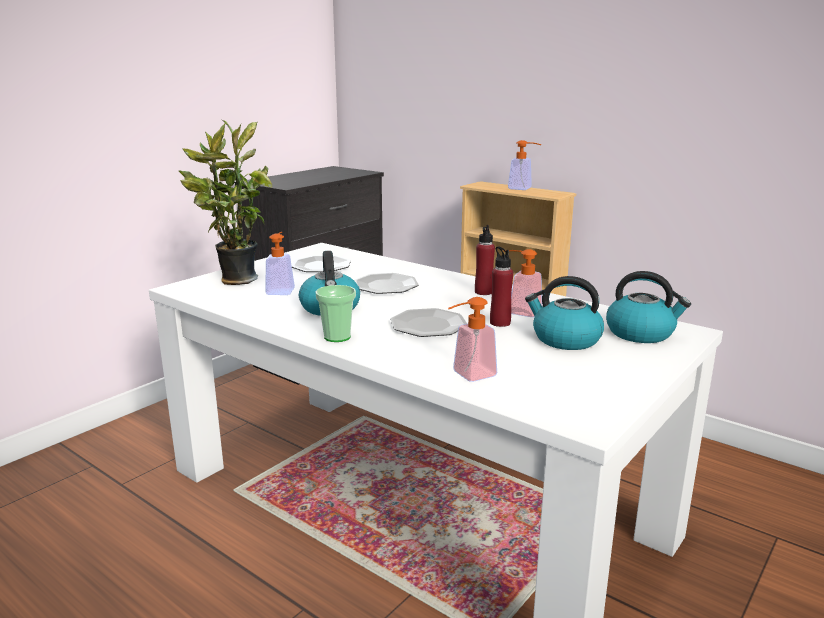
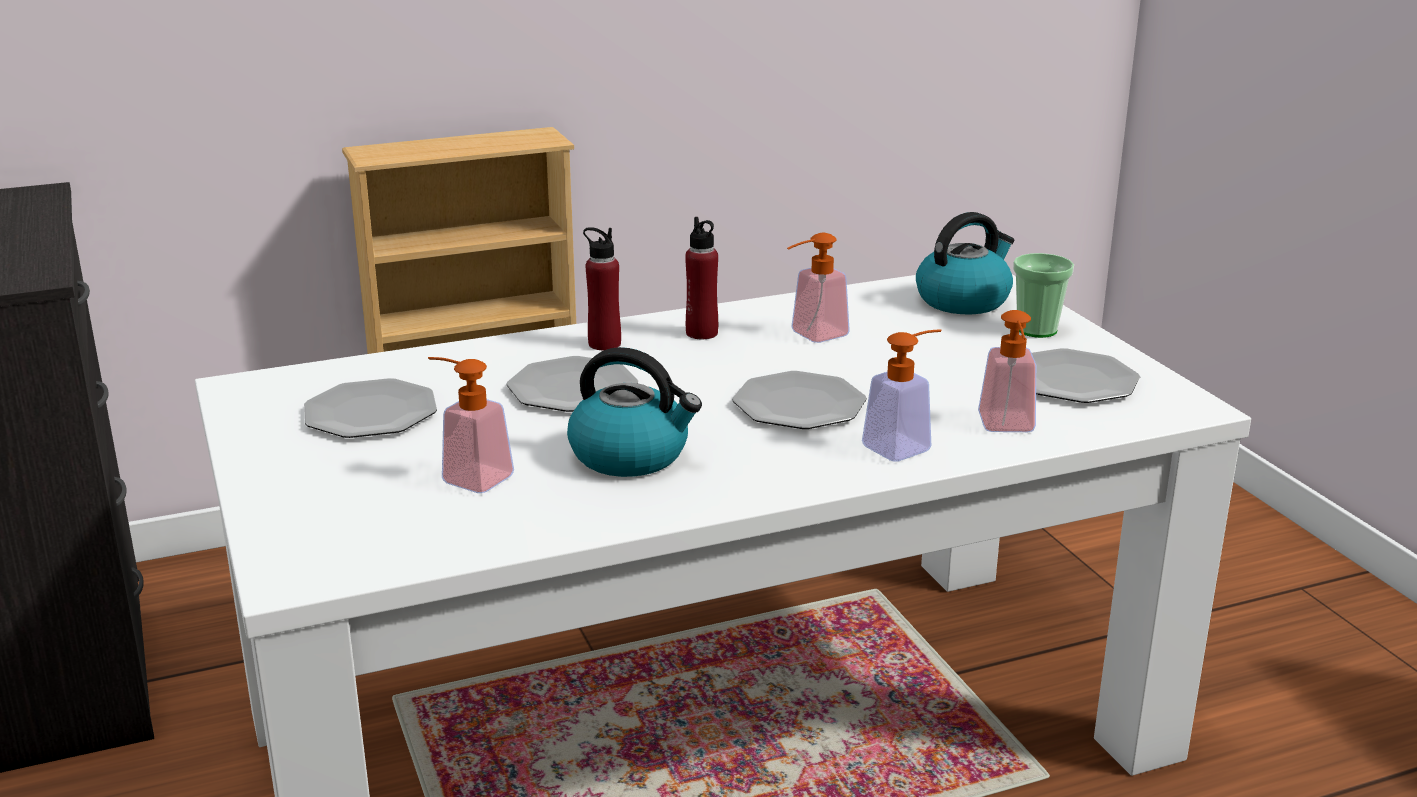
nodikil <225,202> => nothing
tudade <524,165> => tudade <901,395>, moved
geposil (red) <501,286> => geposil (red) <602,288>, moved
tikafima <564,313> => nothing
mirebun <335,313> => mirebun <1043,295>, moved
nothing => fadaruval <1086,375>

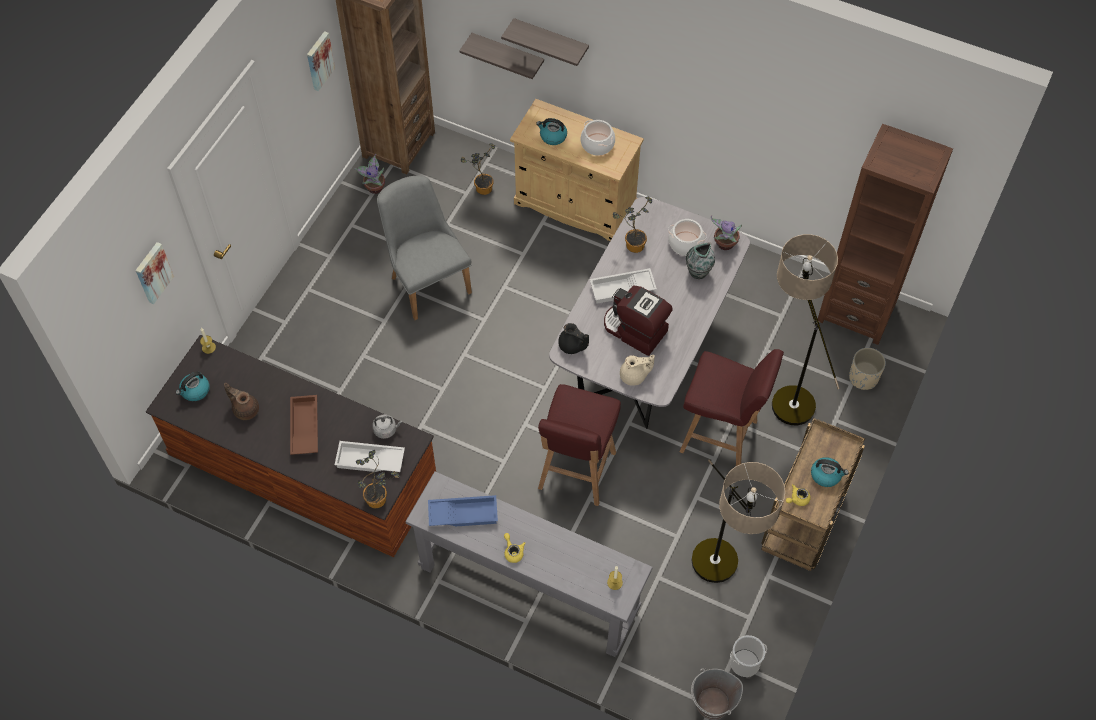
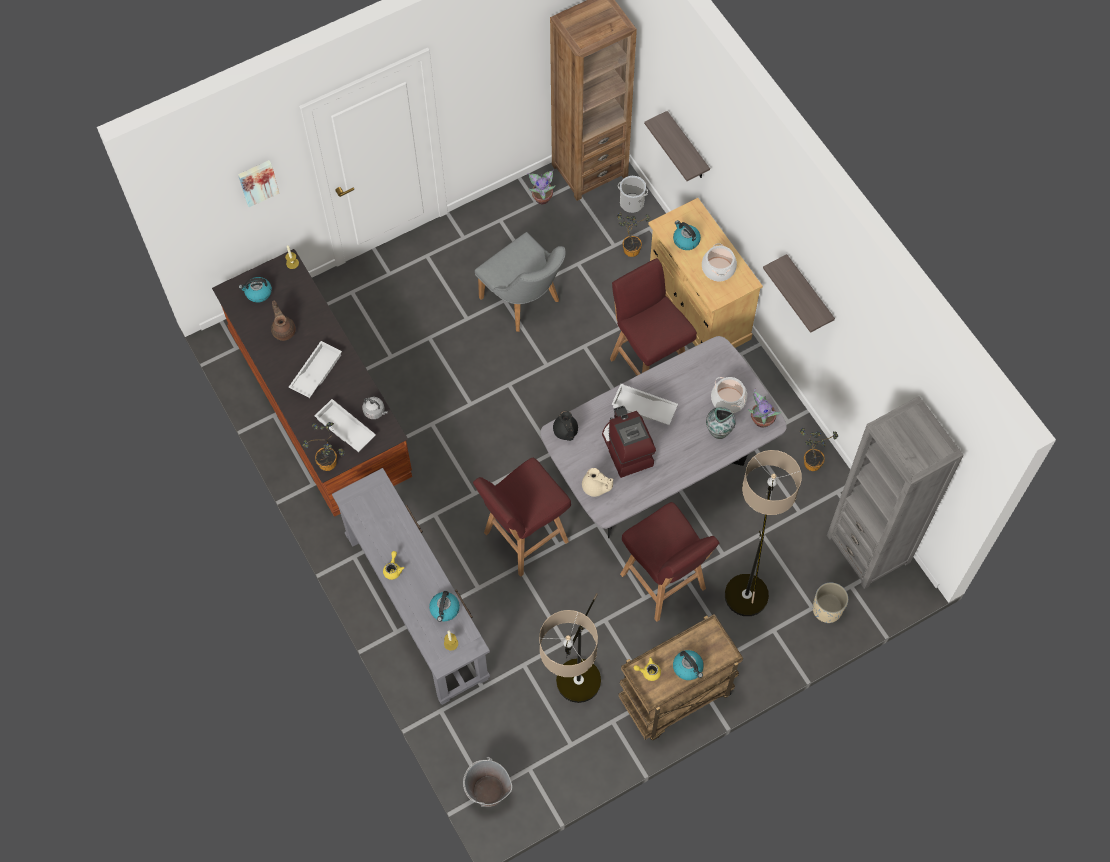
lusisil <545,42> => lusisil <799,293>, moved
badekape <321,61> => nothing
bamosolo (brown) <885,234> => bamosolo (grey) <895,492>
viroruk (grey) <424,247> => viroruk (grey) <520,282>, 135 degrees clockwise
nodikil <633,224> => nodikil <819,449>, moved
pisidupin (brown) <304,425> => pisidupin (white) <315,369>
pisidupin (blue) <463,511> => nothing
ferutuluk <748,656> => ferutuluk <633,194>, moved
nothing => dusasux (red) <653,317>
nothing => tikafima <444,606>

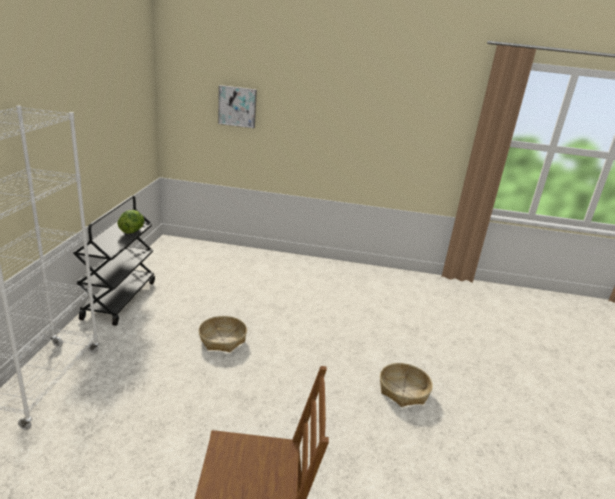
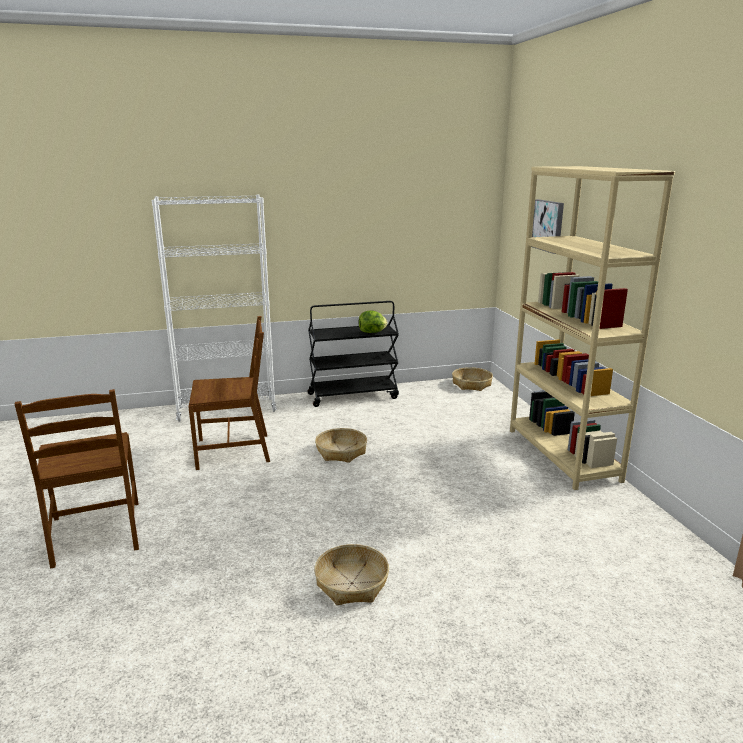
nothing => bamosolo (beige) <592,328>
nothing => viroruk (brown) <229,393>
nothing => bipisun <472,379>

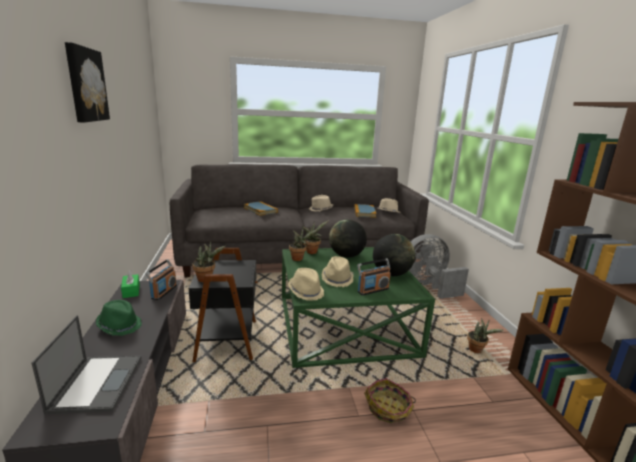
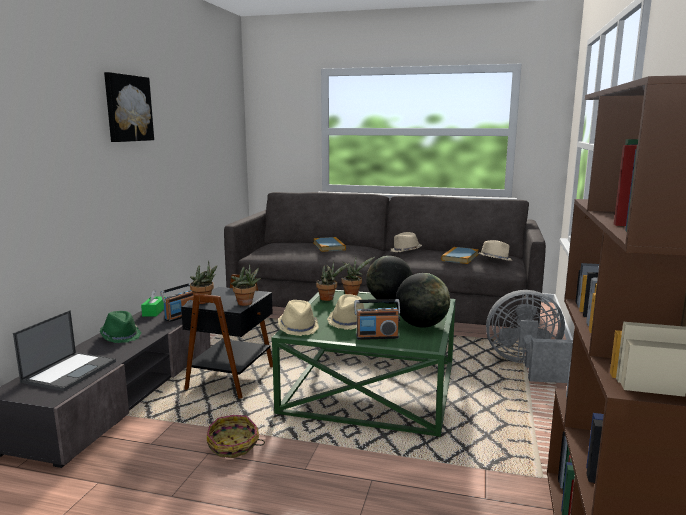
nodikil <485,335> => nodikil <246,284>, moved
bipisun <390,400> => bipisun <236,436>, moved

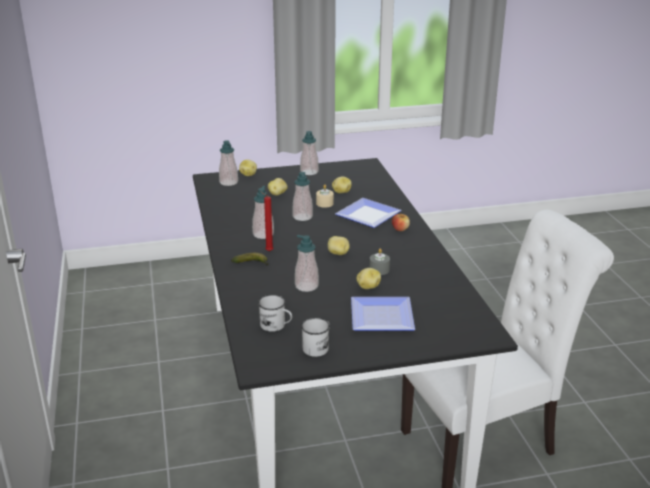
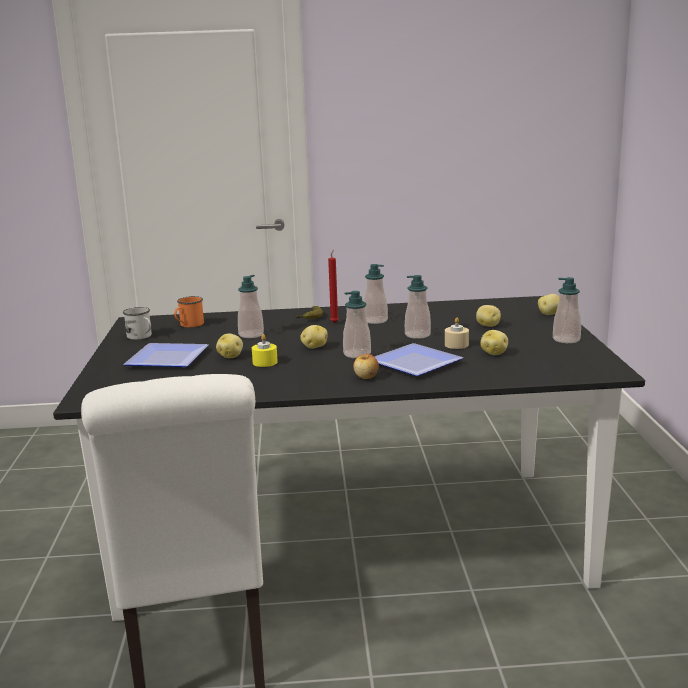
tudade <228,163> => tudade <357,324>, moved
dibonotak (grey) <379,261> => dibonotak (yellow) <265,350>
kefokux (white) <275,313> => kefokux (orange) <189,312>

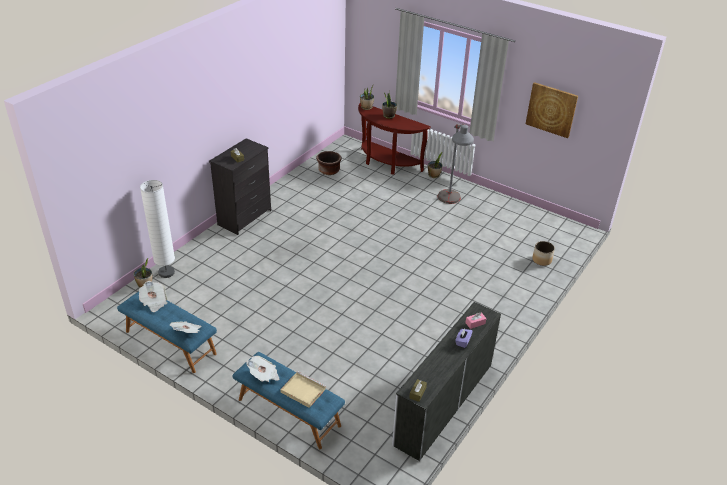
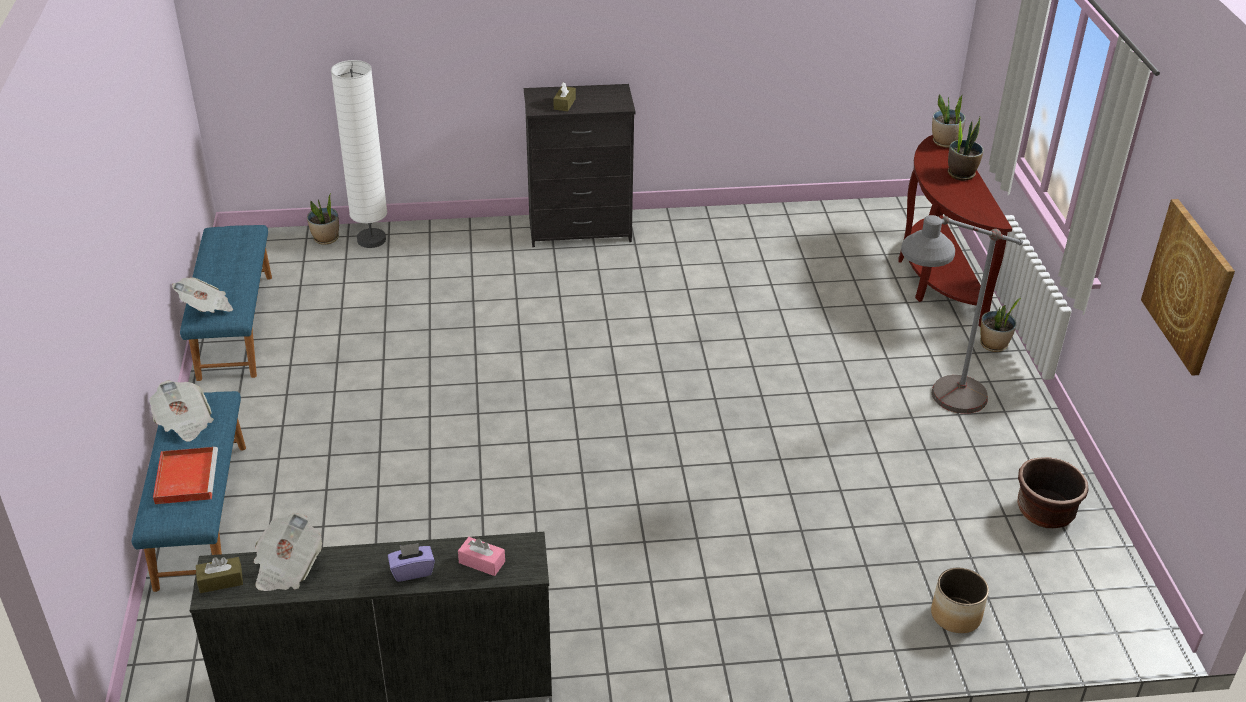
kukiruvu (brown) <328,163> => kukiruvu (brown) <1052,492>, moved
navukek <153,296> => navukek <288,552>, moved
pisidupin (beige) <303,390> => pisidupin (red) <185,475>

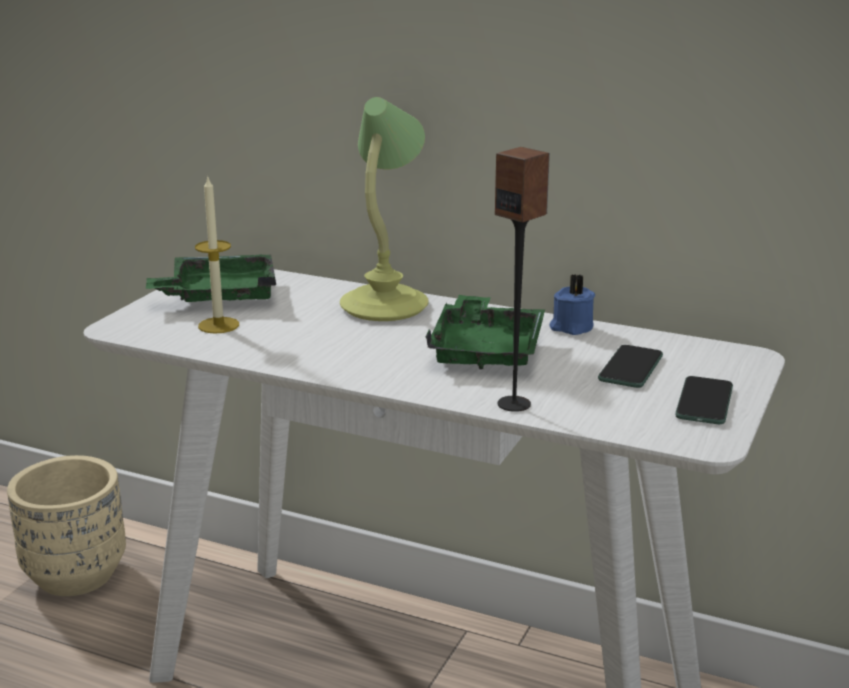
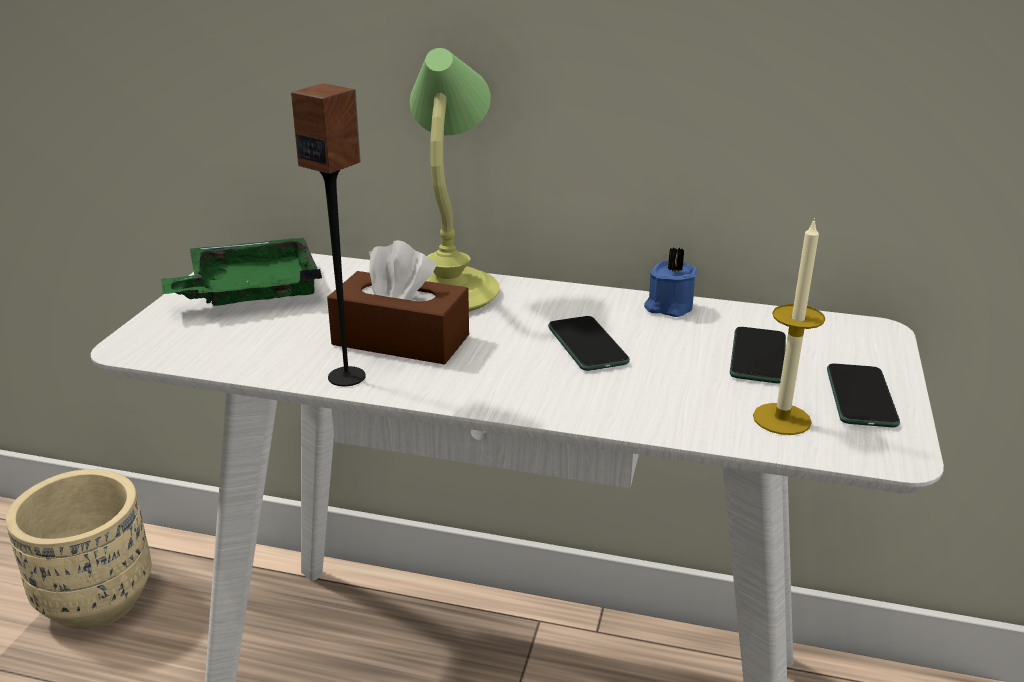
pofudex <522,279> => pofudex <328,234>, moved
dibonotak <217,254> => dibonotak <789,326>, moved
pisidupin (green) <485,332> => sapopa <589,343>
nothing => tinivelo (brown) <398,302>

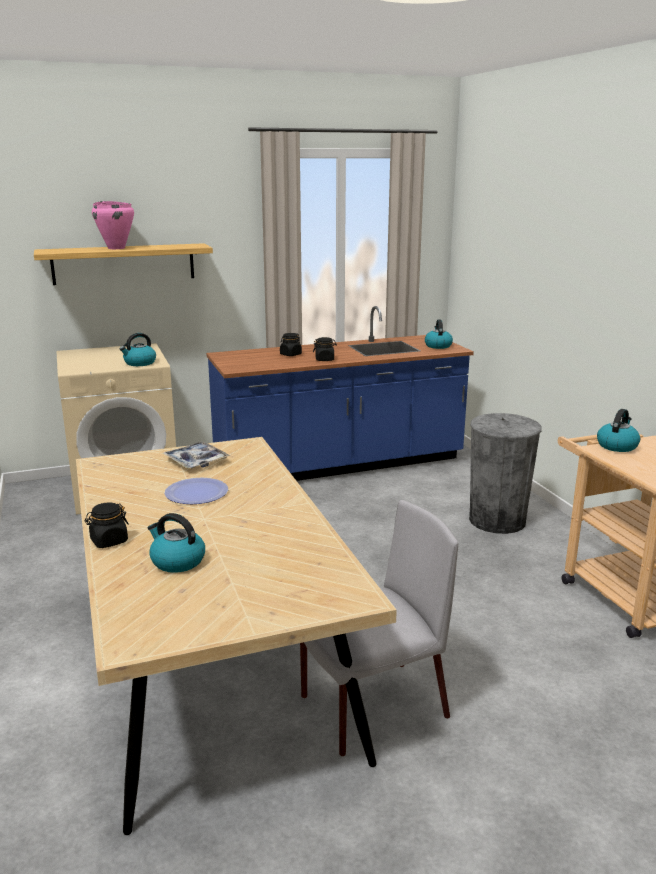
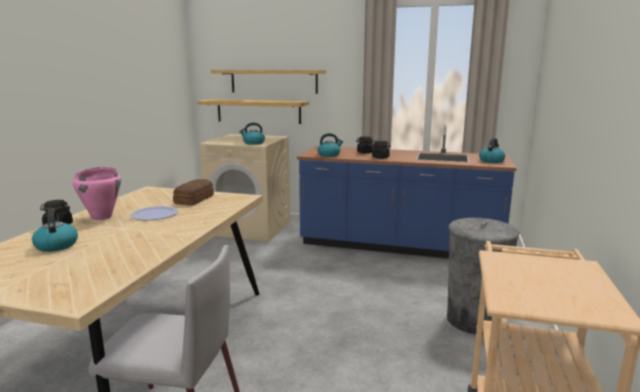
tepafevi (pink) <113,225> => tepafevi (pink) <97,193>, moved
tikafima <618,430> => tikafima <330,145>, moved
pisidupin <196,455> => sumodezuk <193,192>
nothing => lusisil <253,111>

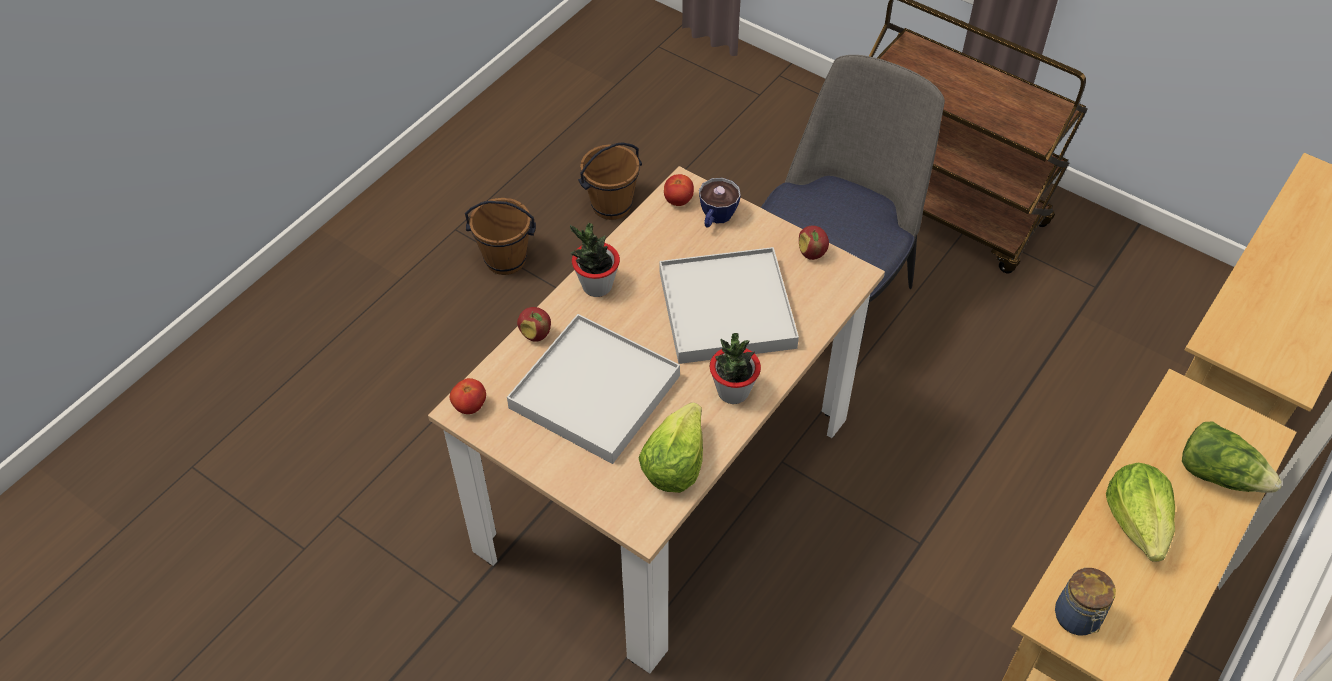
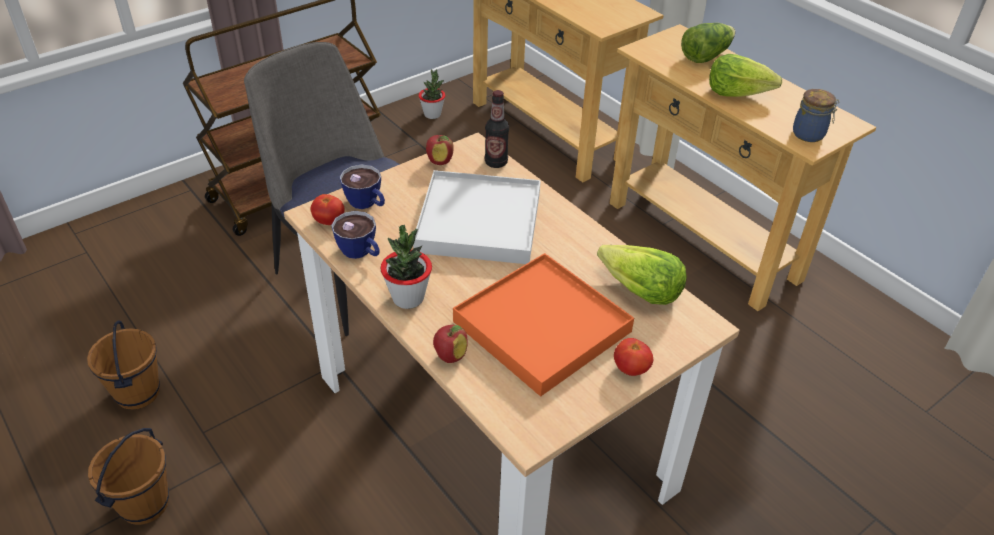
pisidupin (white) <593,389> => pisidupin (orange) <543,324>
nodikil <735,368> => nodikil <432,94>, moved
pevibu <468,396> => pevibu <633,357>, moved
nothing => geposil <497,129>
nothing => mirebun <355,235>

